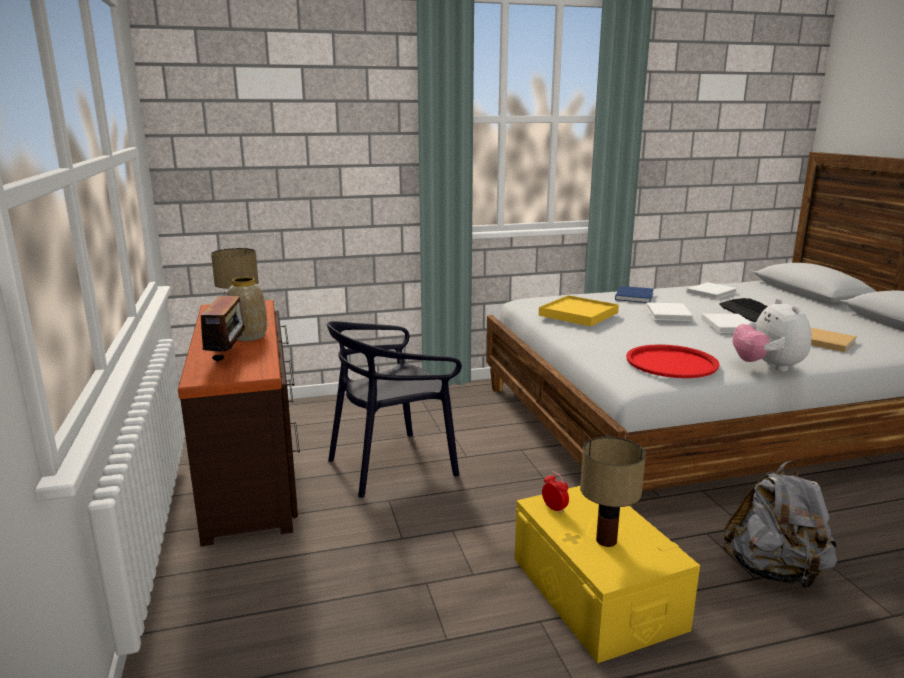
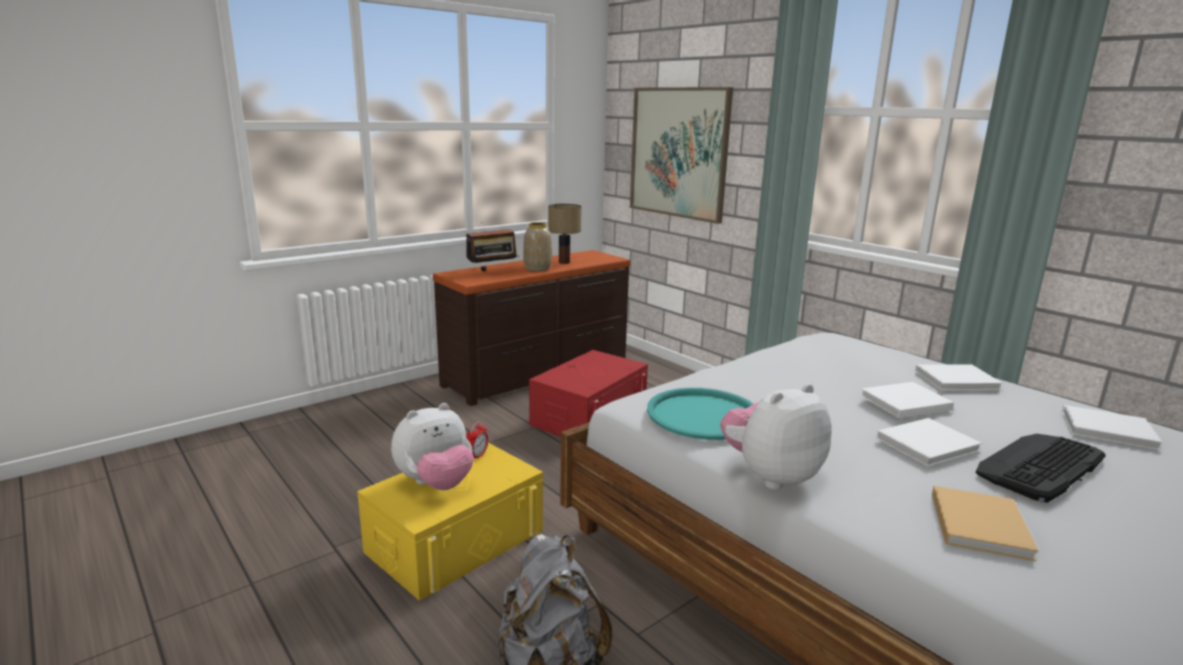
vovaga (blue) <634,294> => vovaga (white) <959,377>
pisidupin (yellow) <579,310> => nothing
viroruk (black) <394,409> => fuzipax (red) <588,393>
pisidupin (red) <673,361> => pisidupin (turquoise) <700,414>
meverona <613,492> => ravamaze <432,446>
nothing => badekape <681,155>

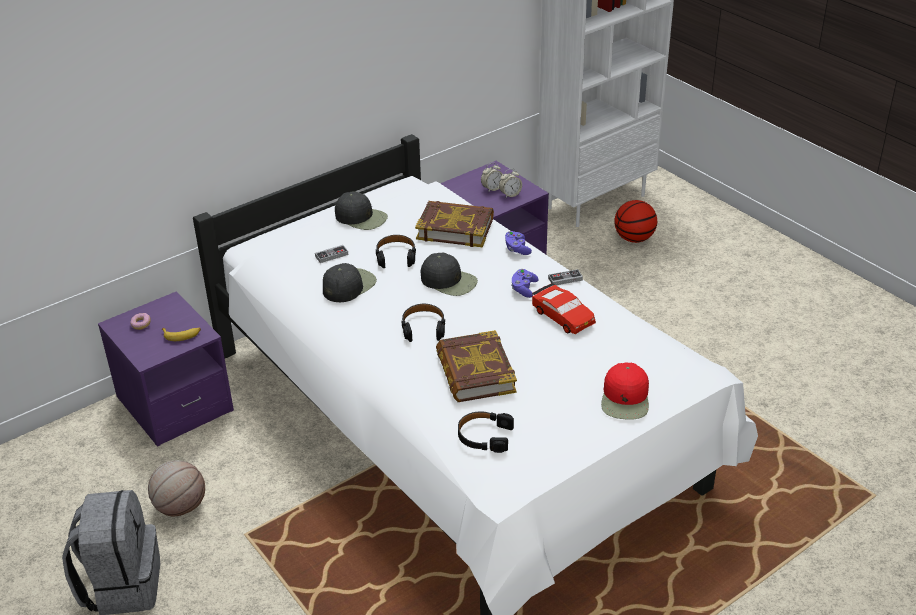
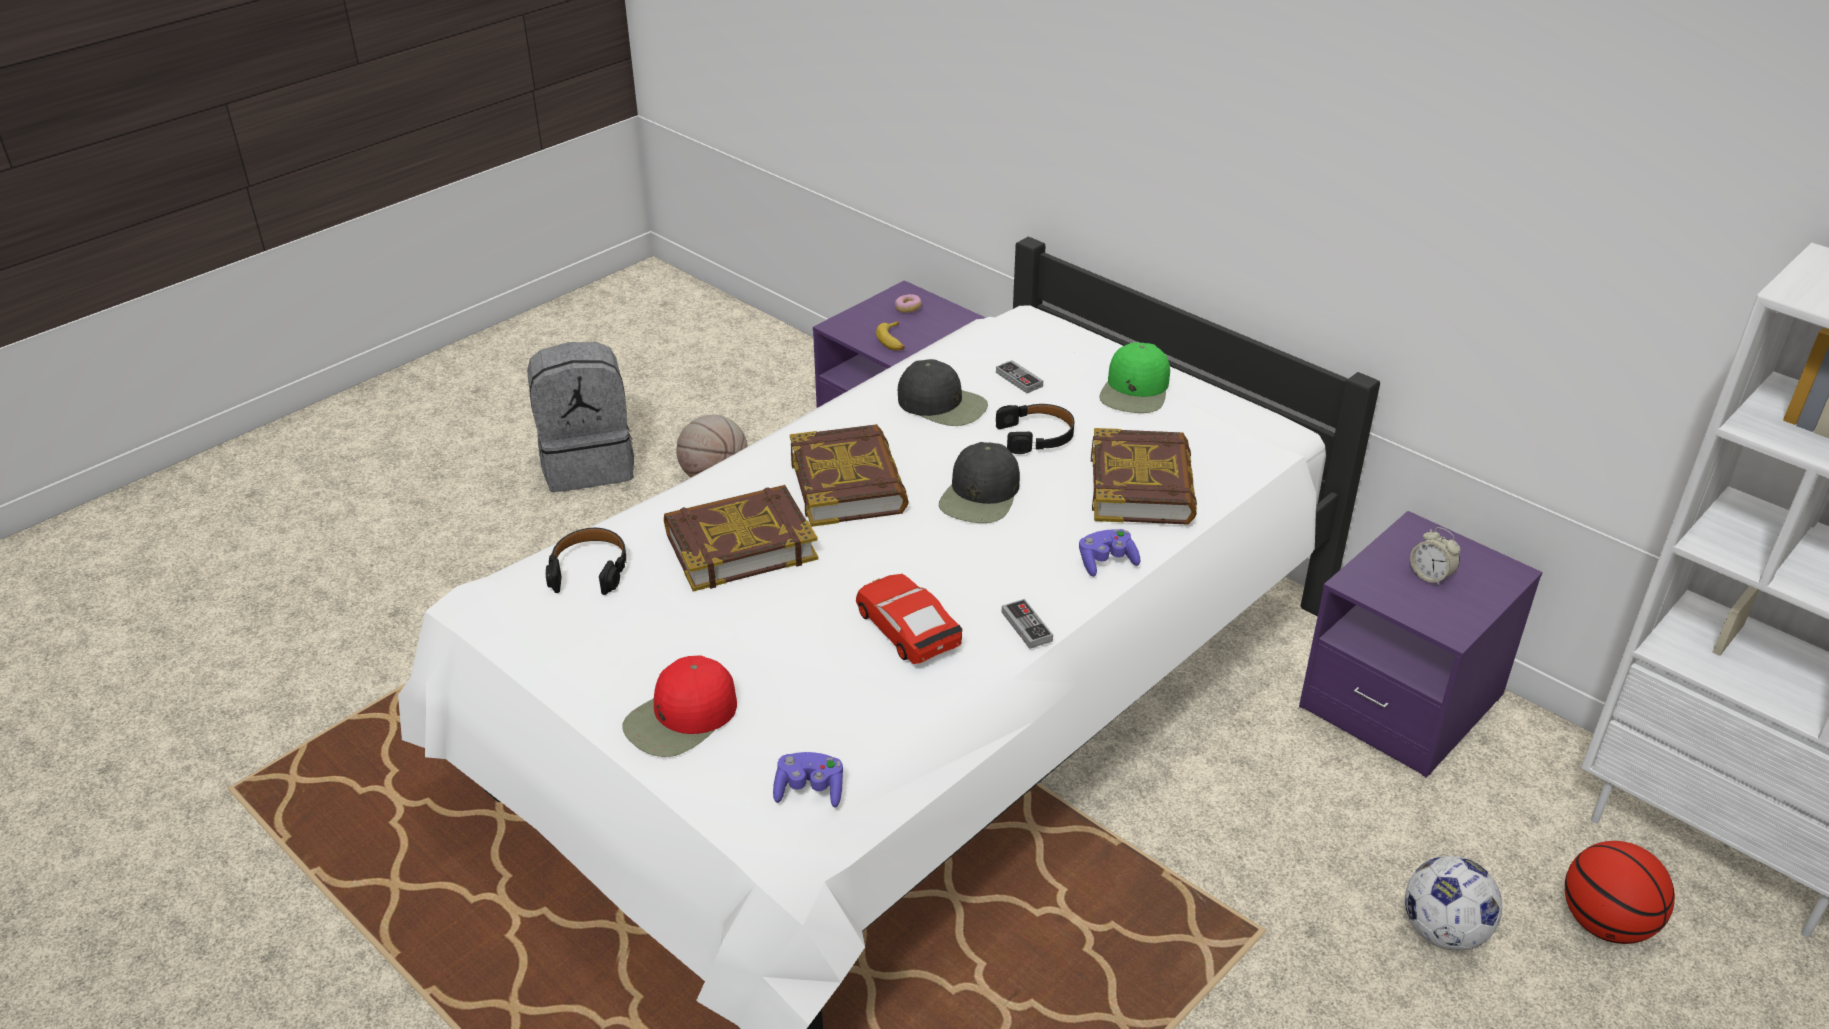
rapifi <510,183> => nothing
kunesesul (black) <361,211> => kunesesul (green) <1134,377>
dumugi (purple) <525,283> => dumugi (purple) <808,779>, moved
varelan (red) <564,308> => varelan (red) <909,619>, 105 degrees clockwise
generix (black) <423,323> => vovaga <849,475>
kunesesul (red) <625,391> => kunesesul (red) <680,706>, 45 degrees counterclockwise
nothing => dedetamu <1453,903>

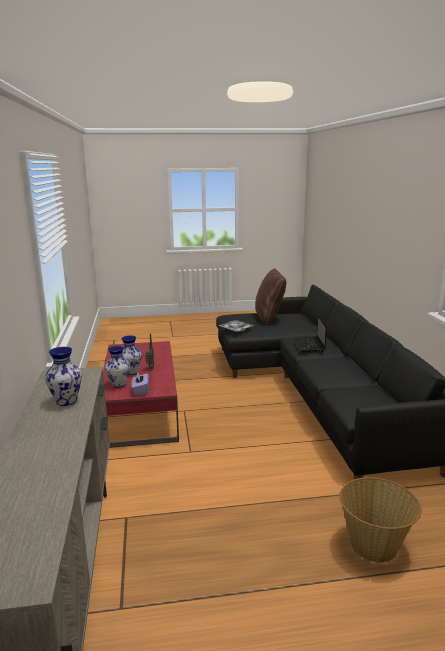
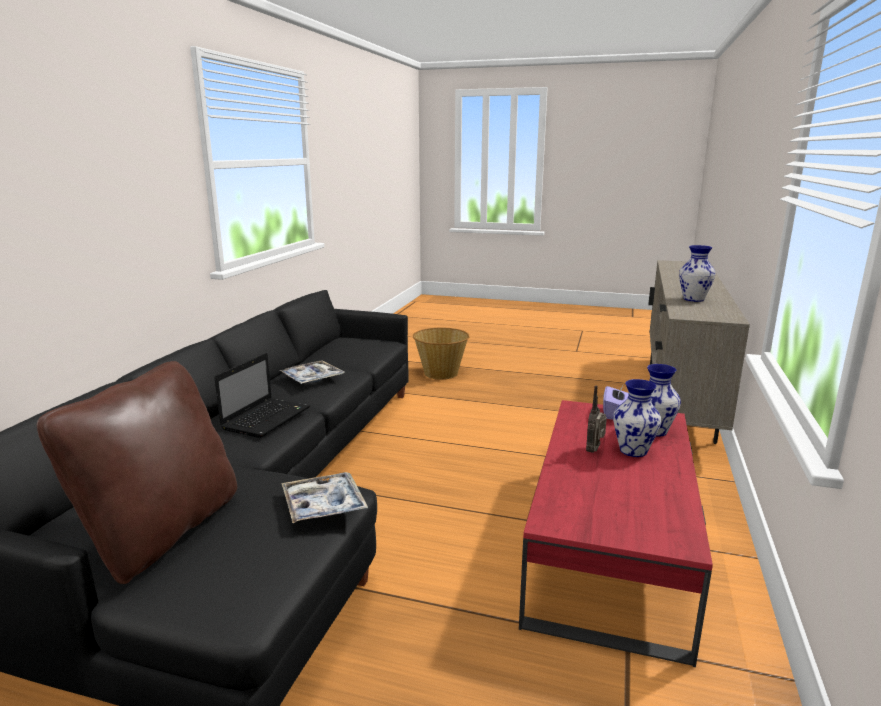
nothing => pisidupin <312,372>

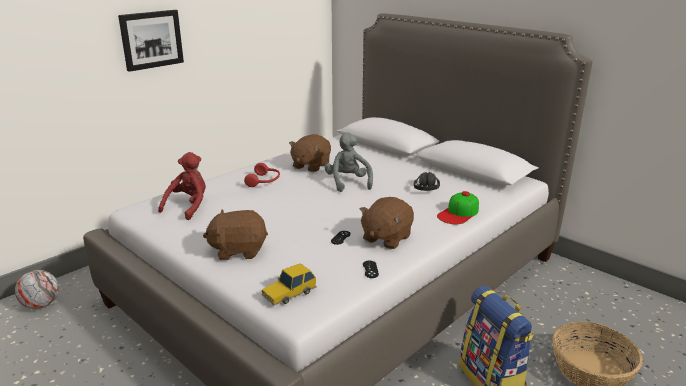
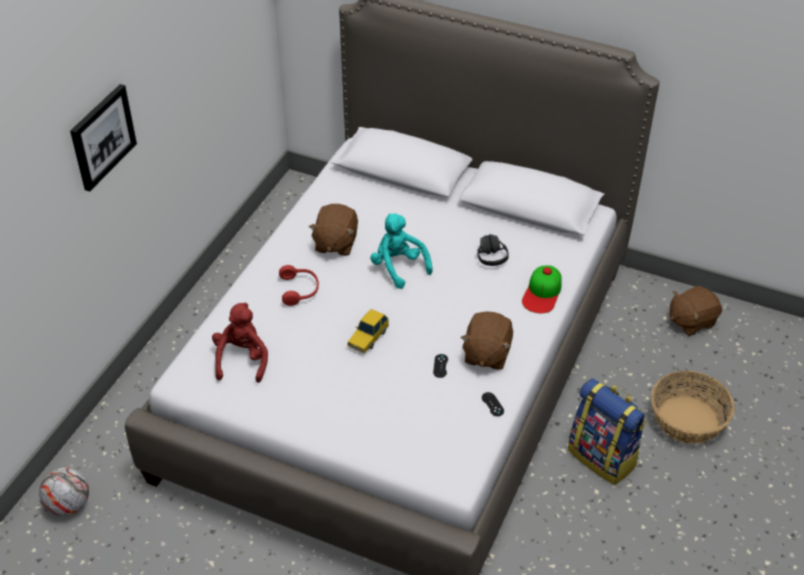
ravamaze (grey) <349,162> => ravamaze (turquoise) <401,251>
ravamaze (brown) <235,234> => ravamaze (brown) <695,311>, moved
varelan <289,284> => varelan <368,331>, moved

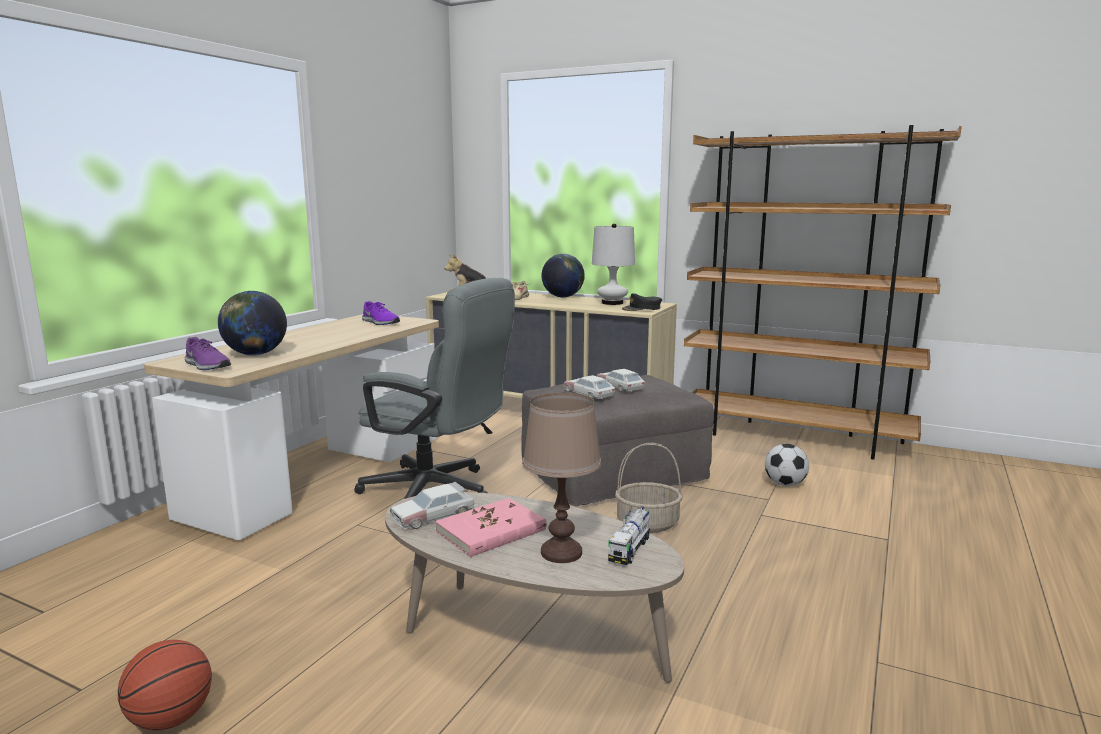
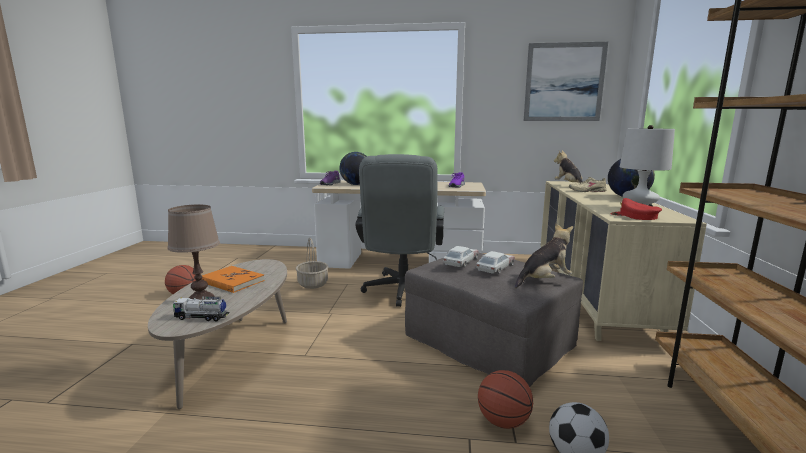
kunesesul (black) <642,302> => kunesesul (red) <636,209>
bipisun <649,488> => bipisun <312,263>, moved
varelan <432,505> => nothing
vovaga (pink) <490,527> => vovaga (orange) <233,279>
nothing => badekape <566,81>
nothing => ravamaze <544,255>
nothing => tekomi <505,399>

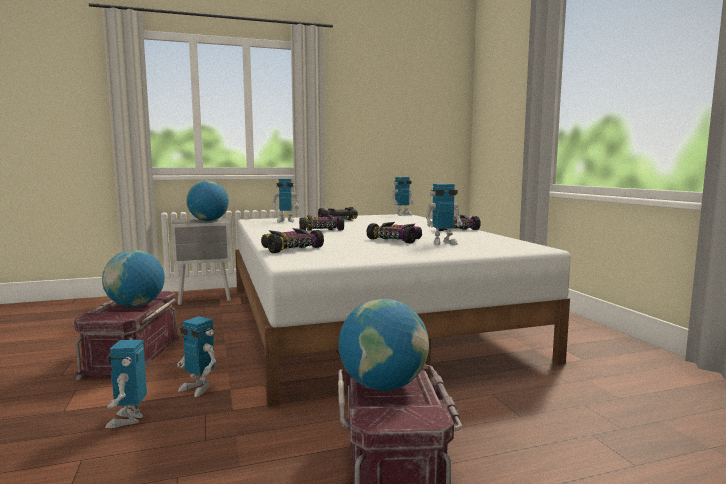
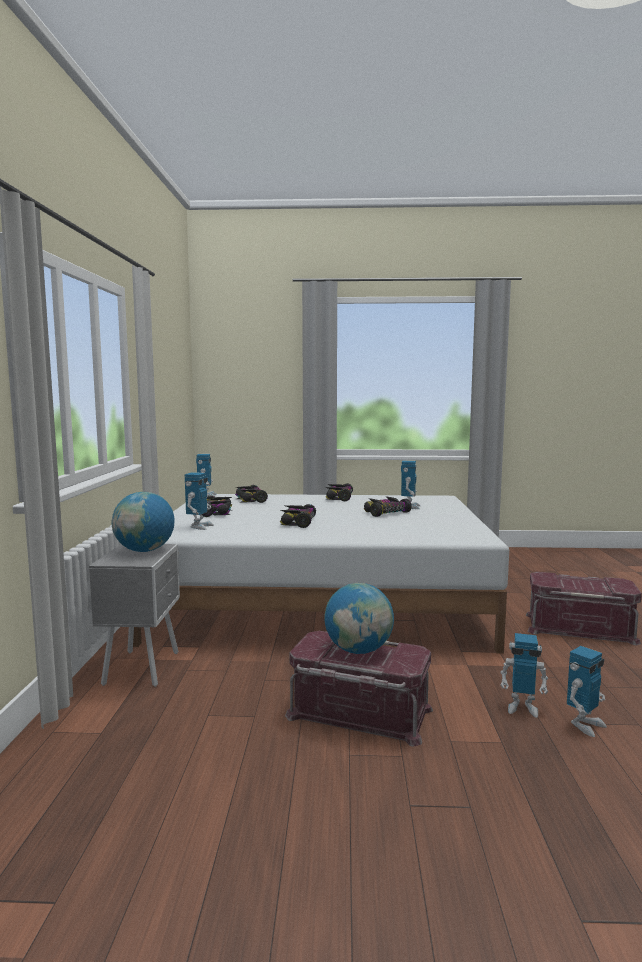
varelan <292,240> => varelan <251,494>, moved
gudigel <384,345> => nothing
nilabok <196,356> => nilabok <587,691>, moved

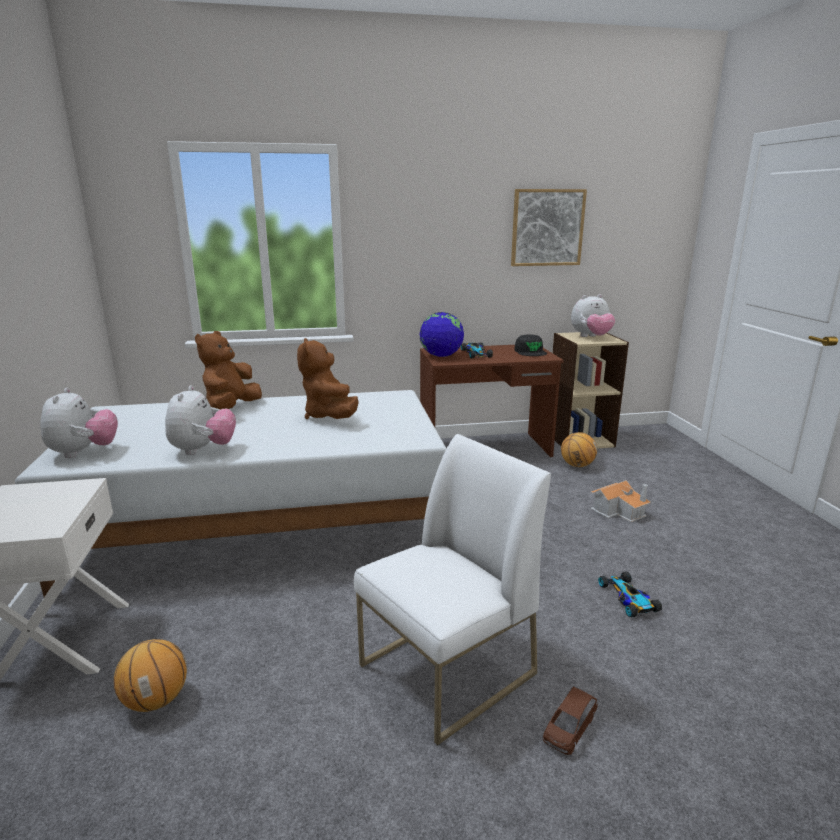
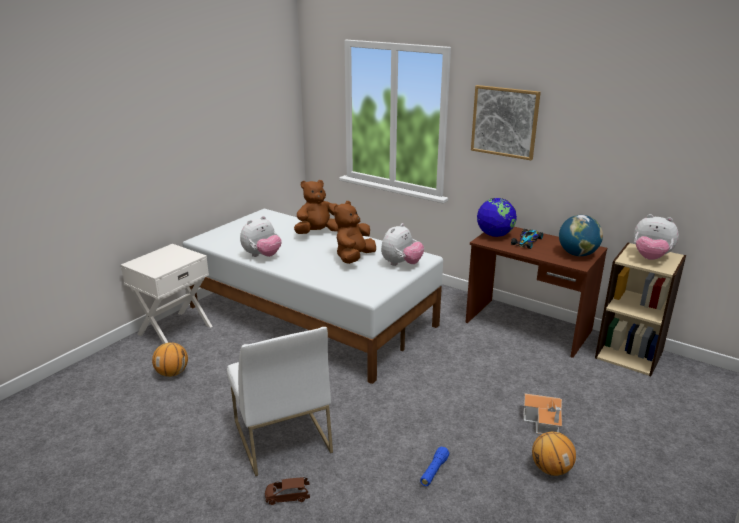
badekape <549,227> => badekape <506,122>, moved
kunesesul (black) <530,345> => gudigel <581,235>
ravamaze <79,423> => ravamaze <402,244>, moved
tekomi <579,449> => tekomi <554,454>, moved
viroruk (white) <452,589> => viroruk (white) <280,401>, 60 degrees clockwise
varelan <630,594> => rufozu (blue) <434,466>

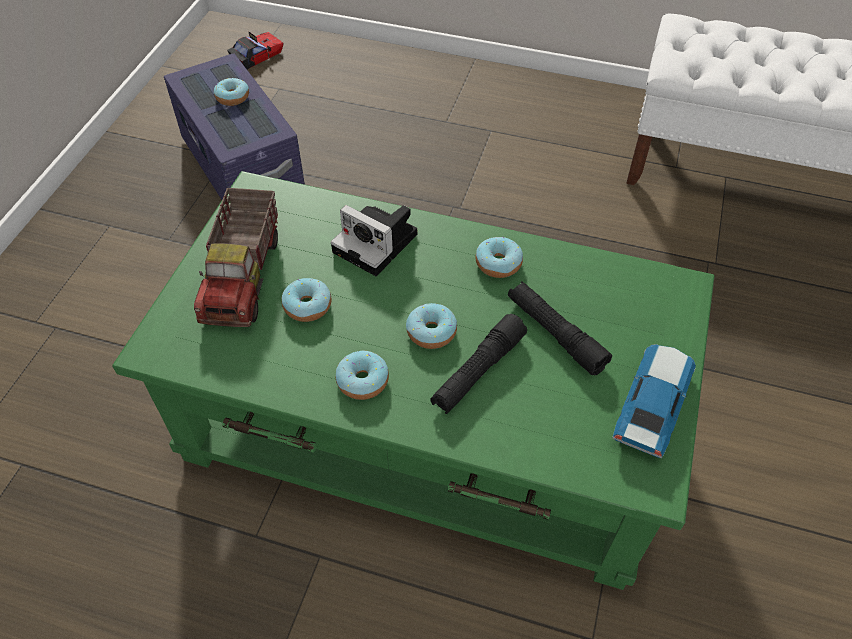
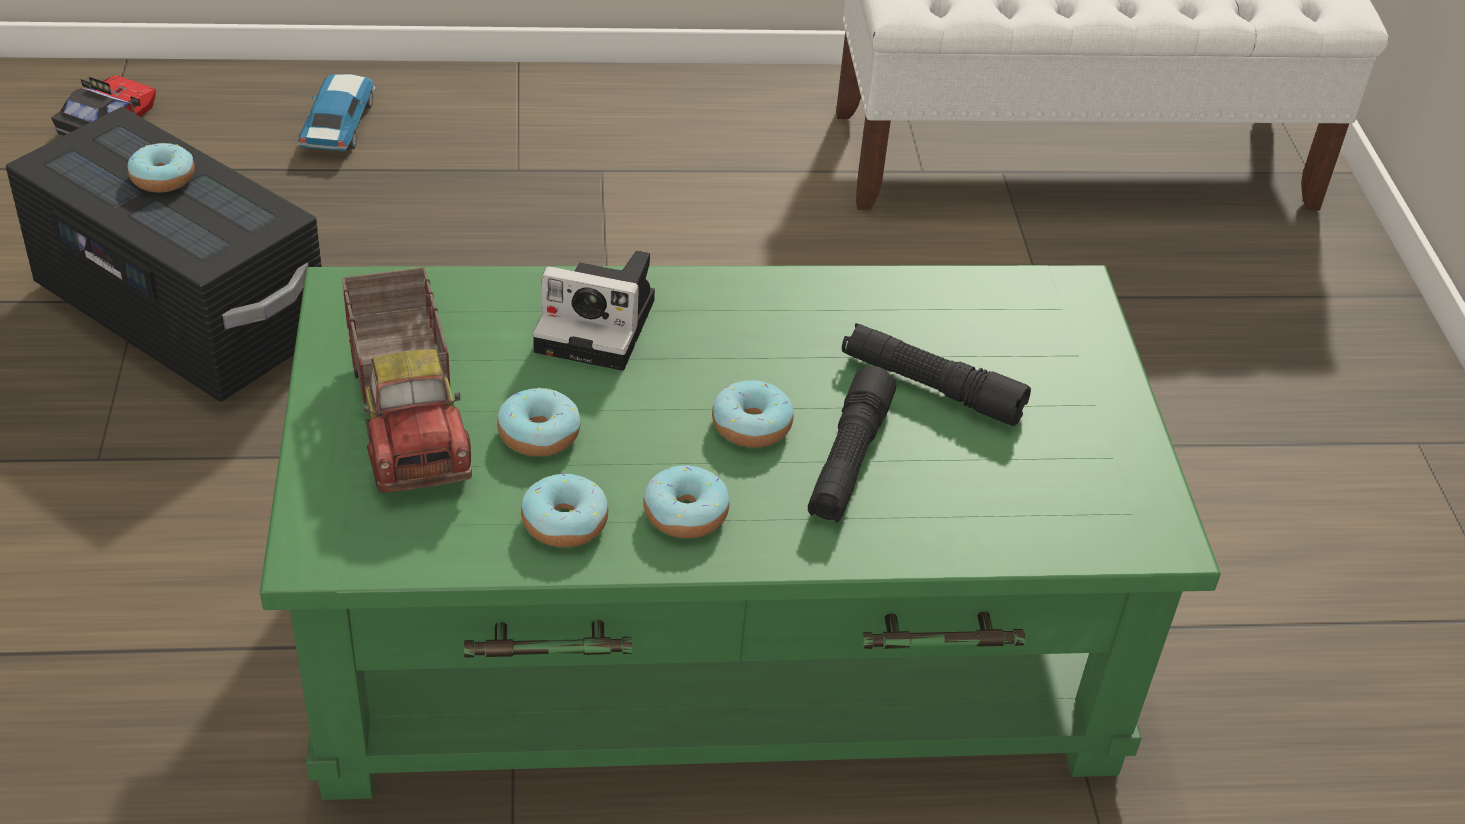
fuzipax (purple) <234,126> => fuzipax (black) <164,254>
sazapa <499,257> => sazapa <564,510>, moved
varelan <654,401> => varelan <336,112>, moved

